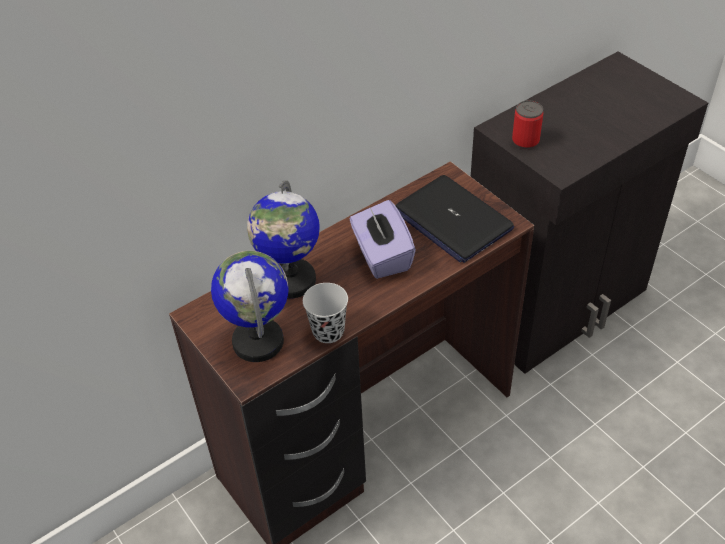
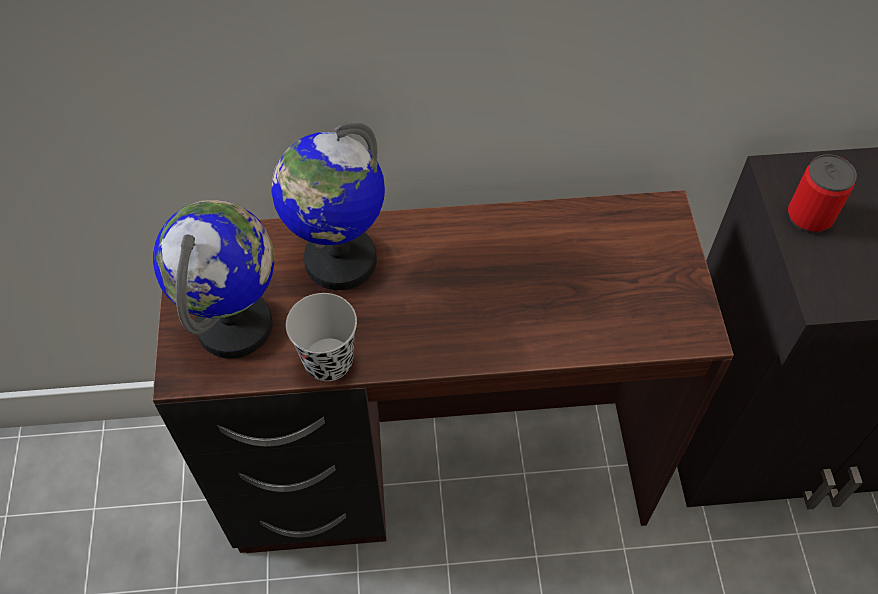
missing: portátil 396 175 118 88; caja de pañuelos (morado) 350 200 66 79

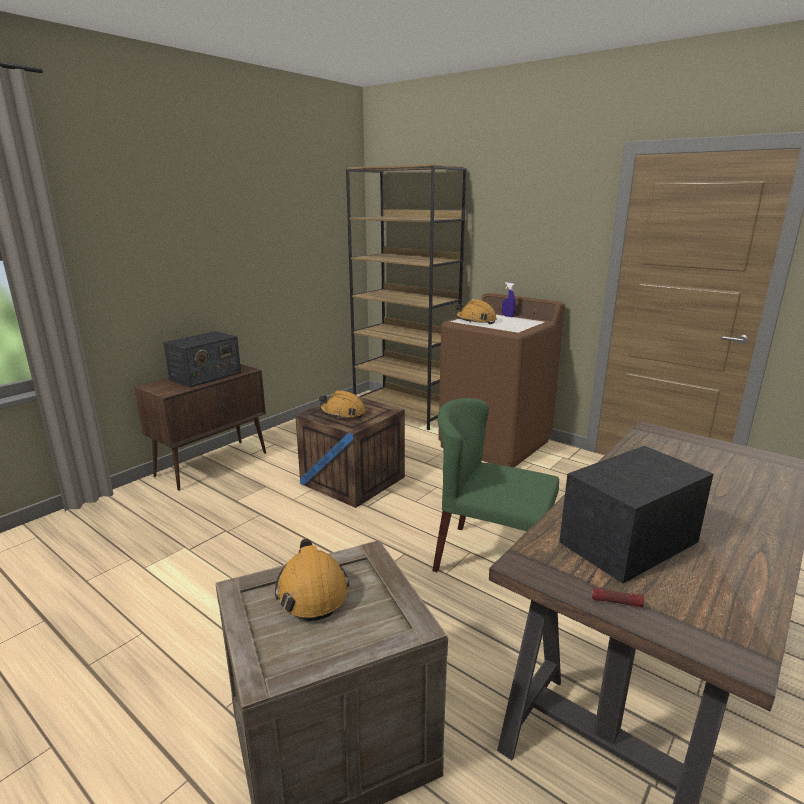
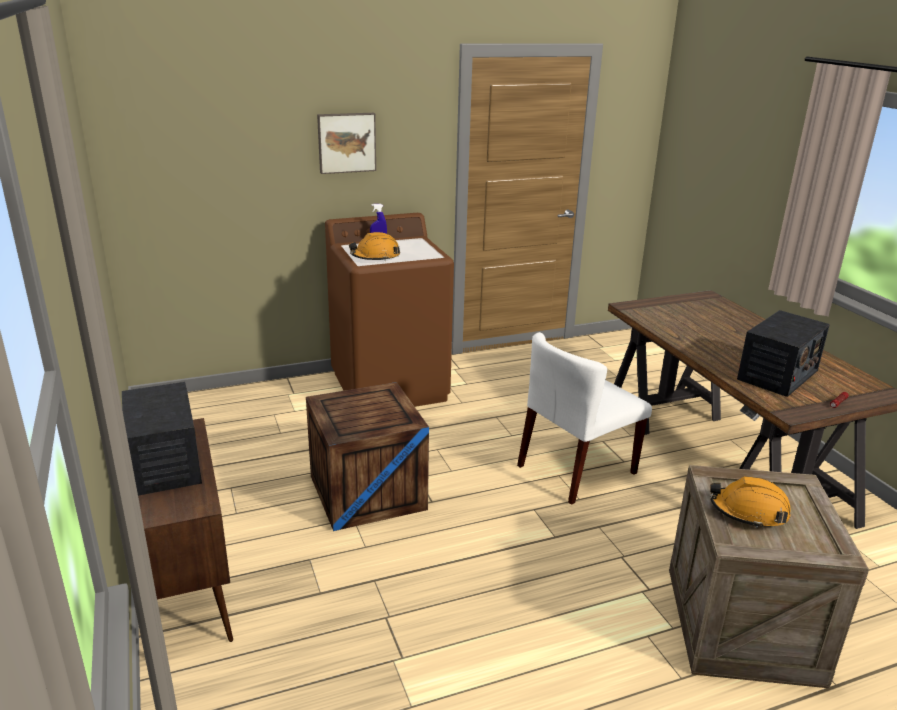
missing: estantería (marrón) 346 164 121 266; casco (naranja) 319 391 47 28
appeared: cuadro 317 113 59 61
colour: silla (verde) 432 398 127 174 to silla (blanco) 517 332 135 173
spun: radio 559 445 154 139 = 737 310 93 87 135 degrees counterclockwise

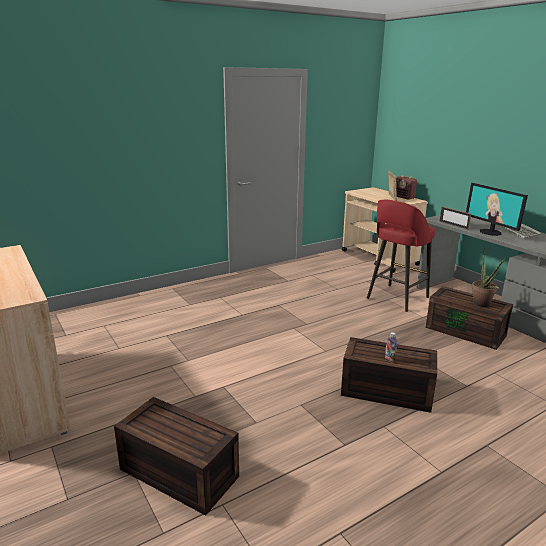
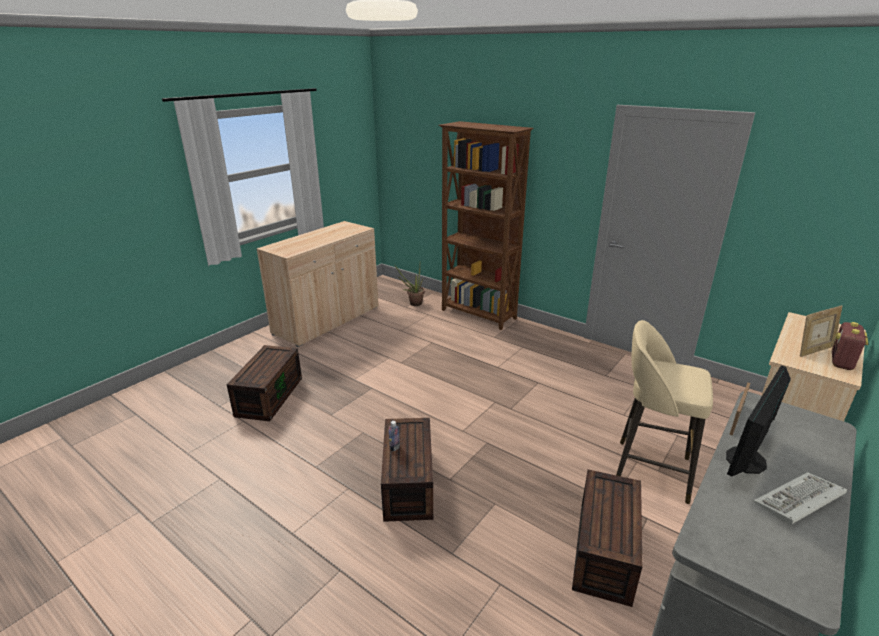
appeared: estantería (marrón) 439 121 95 209
relocated: planta en maceta 472 246 35 61 to 395 265 30 41
colour: taburete (rojo) 367 200 68 112 to taburete (beis) 616 320 97 184

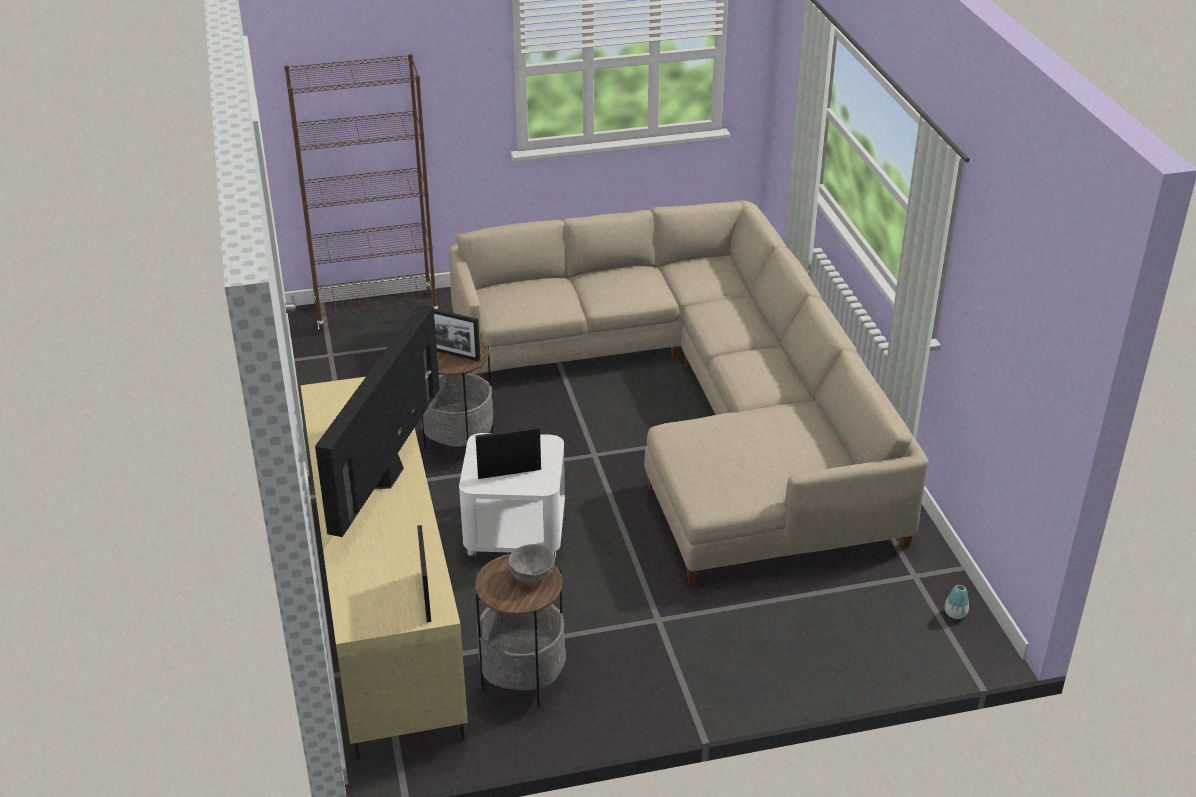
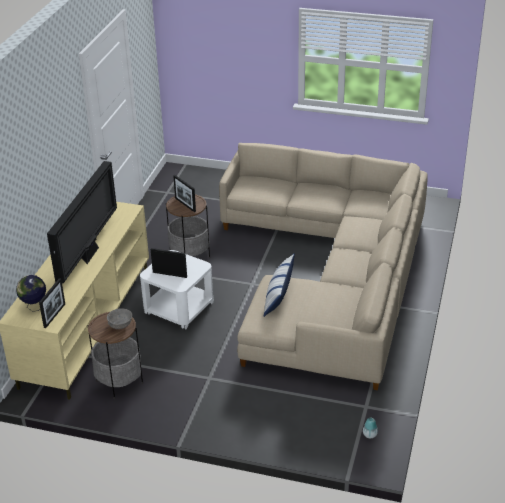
missing: estantería (marrón) 284 54 154 277
appeared: cojín 264 254 31 63; globo terráqueo 16 275 30 37
spun: televisor 315 304 125 233 = 47 161 70 123 150 degrees clockwise

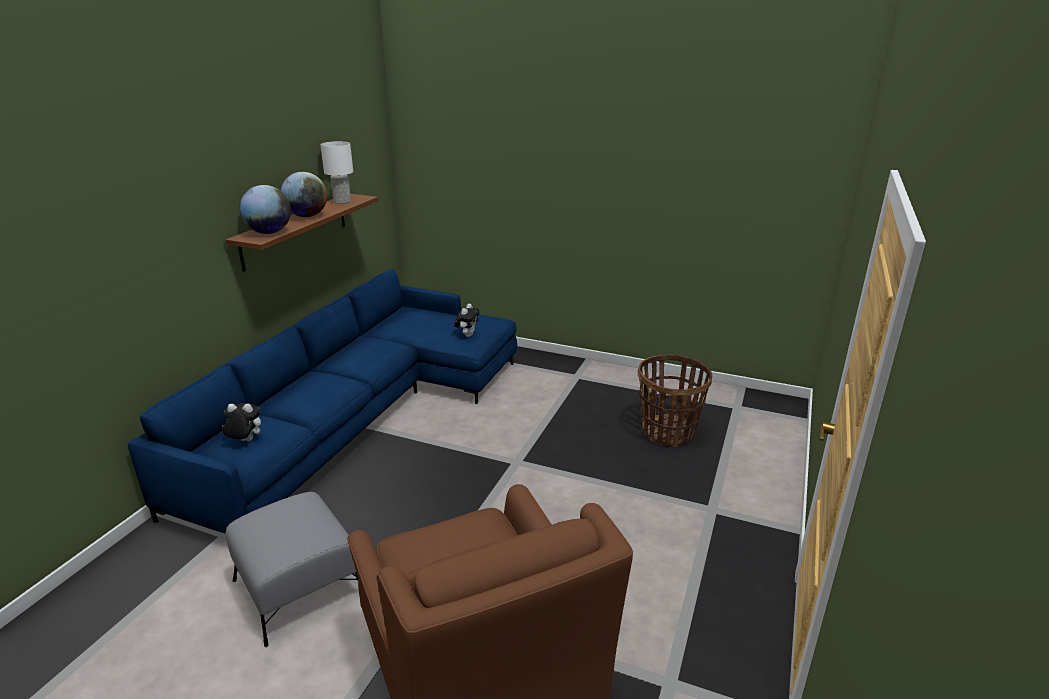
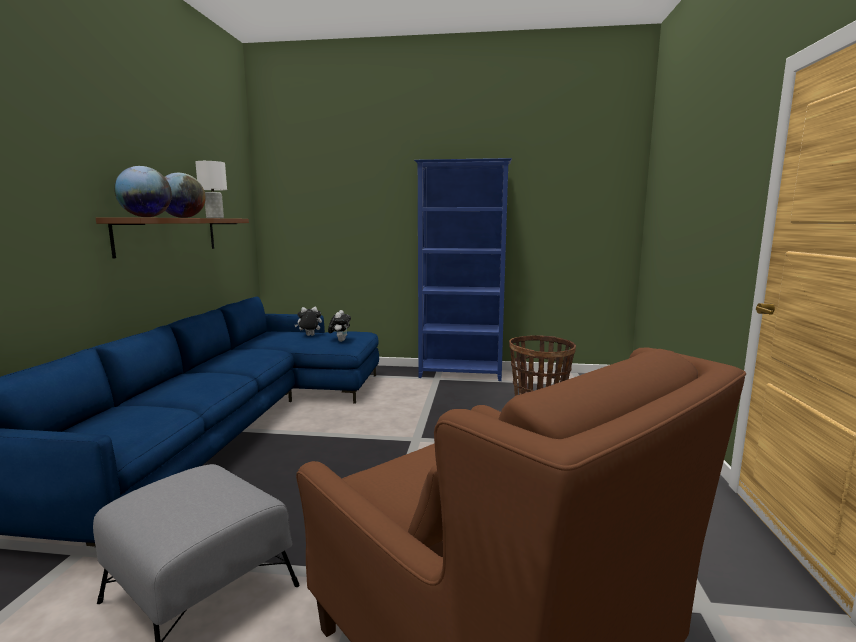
appeared: estantería (azul) 414 158 98 223
relocated: peluche 222 403 39 38 to 295 307 27 29

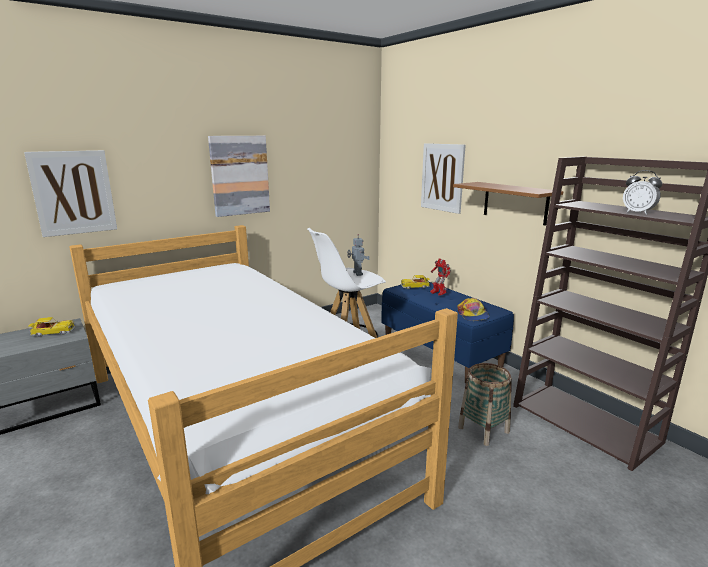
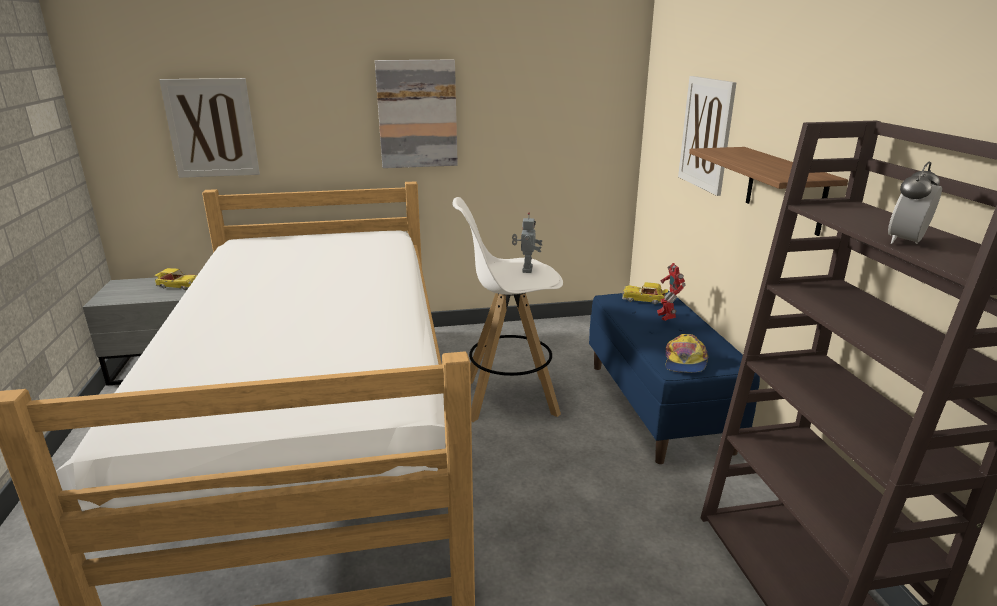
missing: cesta 458 363 54 83
spun: despertador 623 170 39 45 = 888 162 54 82 60 degrees clockwise

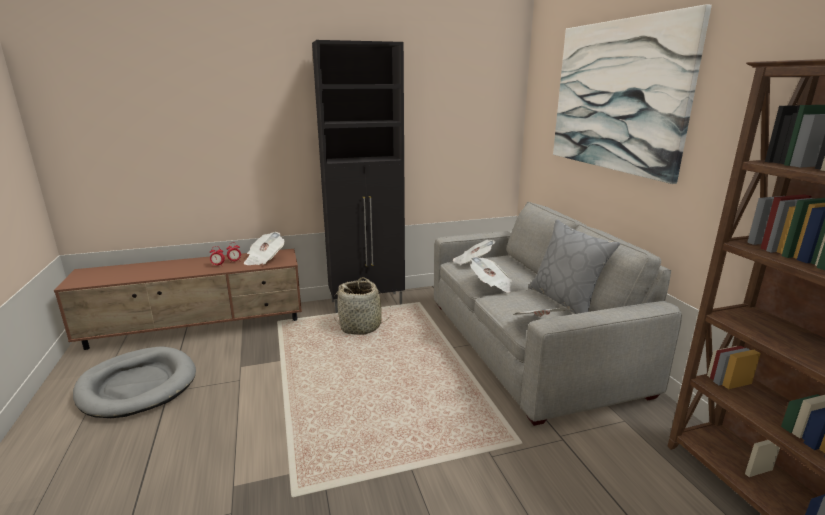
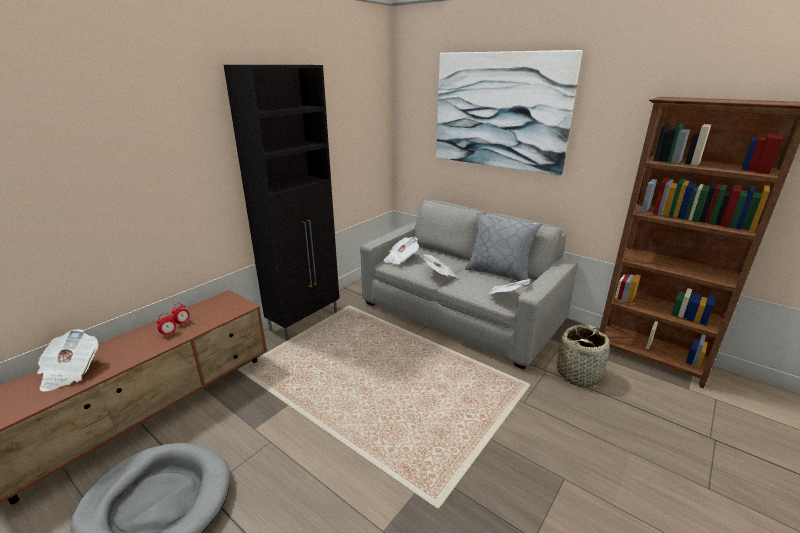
relocated: periódico 244 232 41 33 to 37 329 62 63; cesta 334 277 57 58 to 557 324 53 63

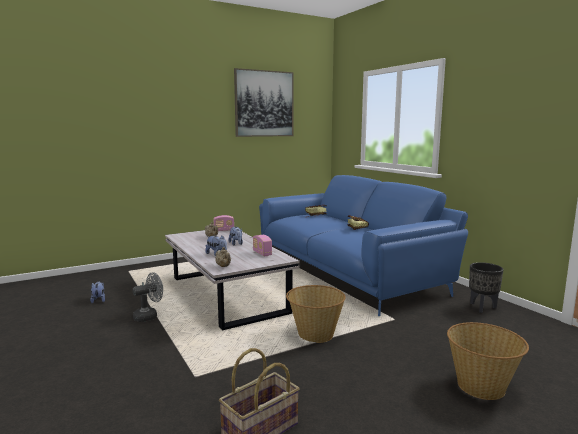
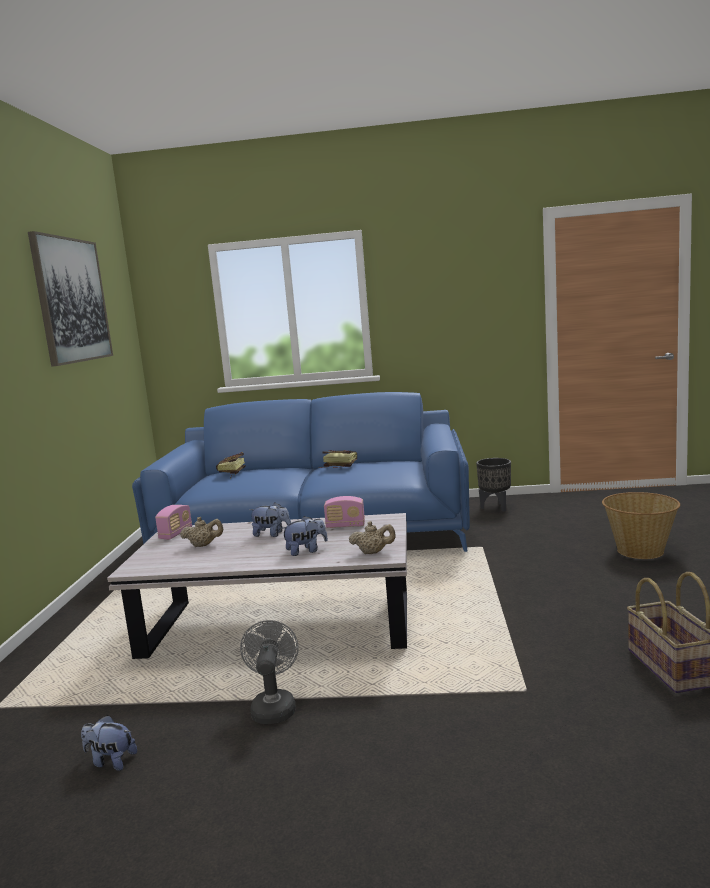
missing: cesta 286 285 60 58

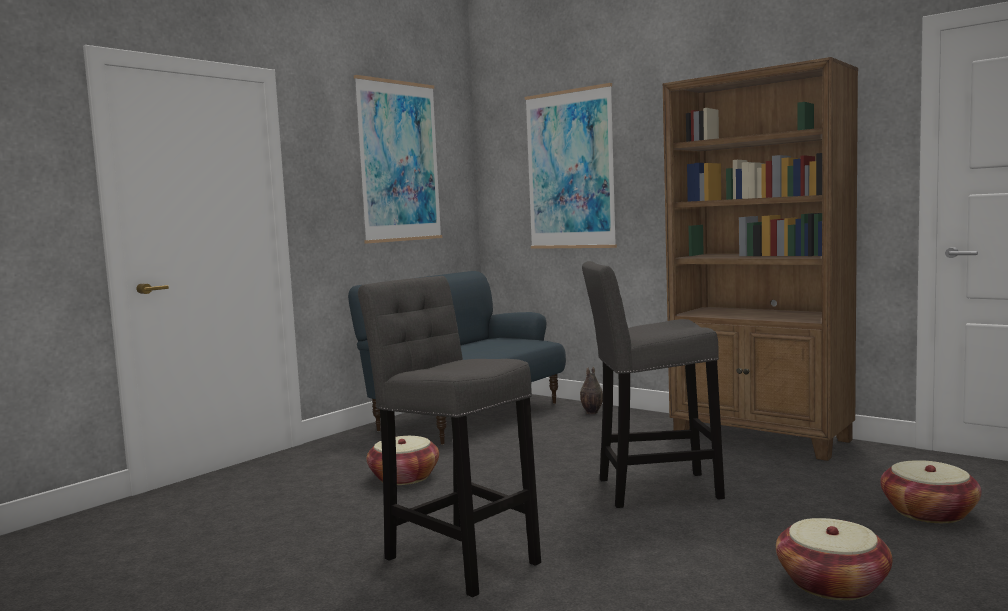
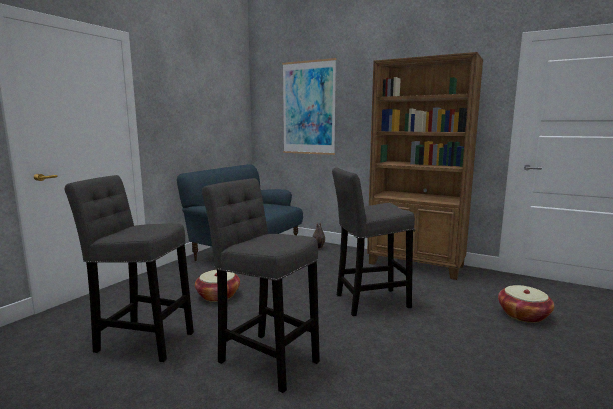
missing: cuadro 354 75 88 168; cesta 776 518 116 82
appeared: taburete (gris) 65 175 129 187

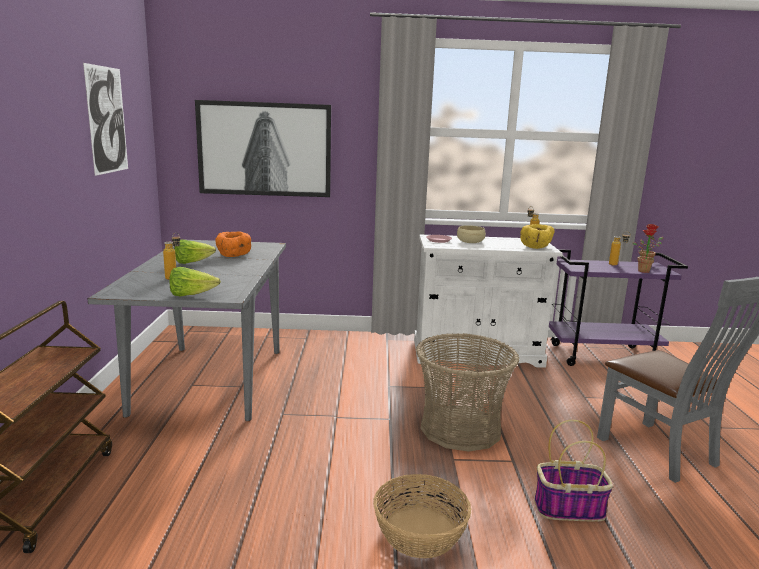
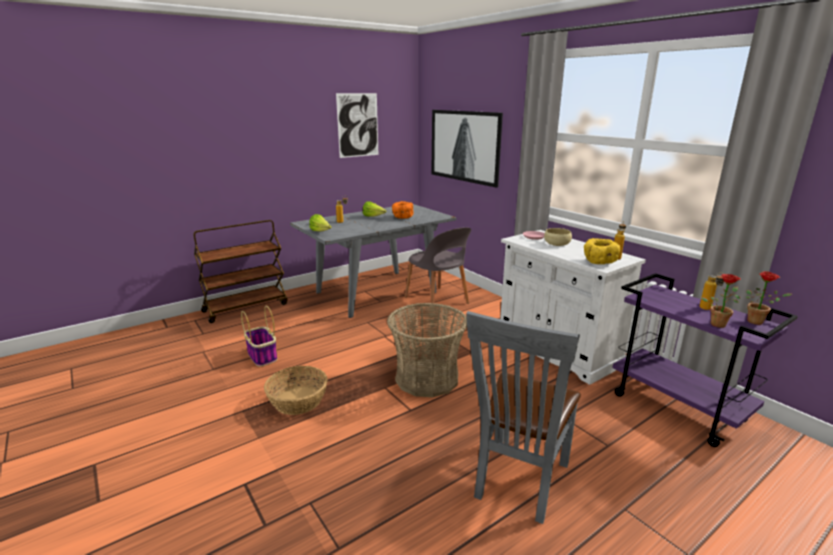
appeared: silla (gris) 405 227 66 87
relocated: cesta 534 420 79 102 to 241 305 36 62

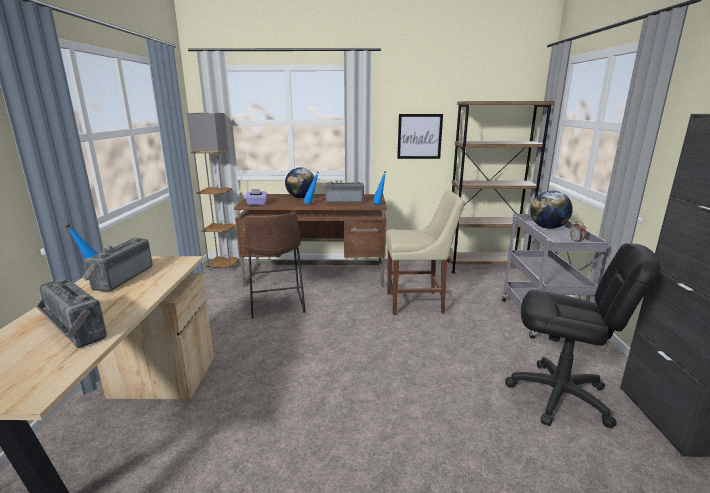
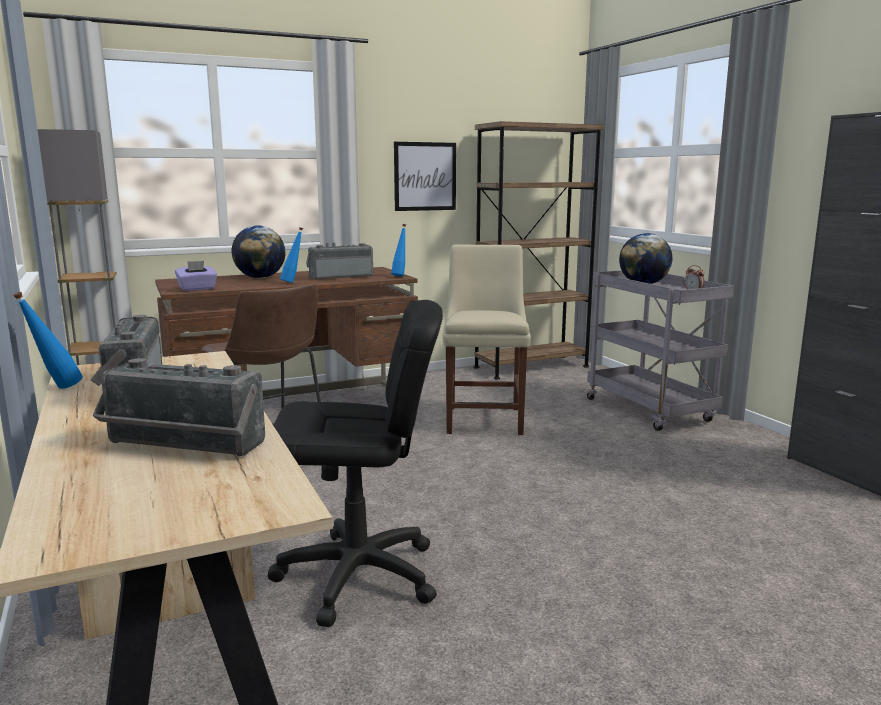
relocated: silla de oficina (negro) 505 243 156 185 to 268 300 175 327
spun: silla (beis) 386 190 79 125 = 442 245 89 190 60 degrees counterclockwise

